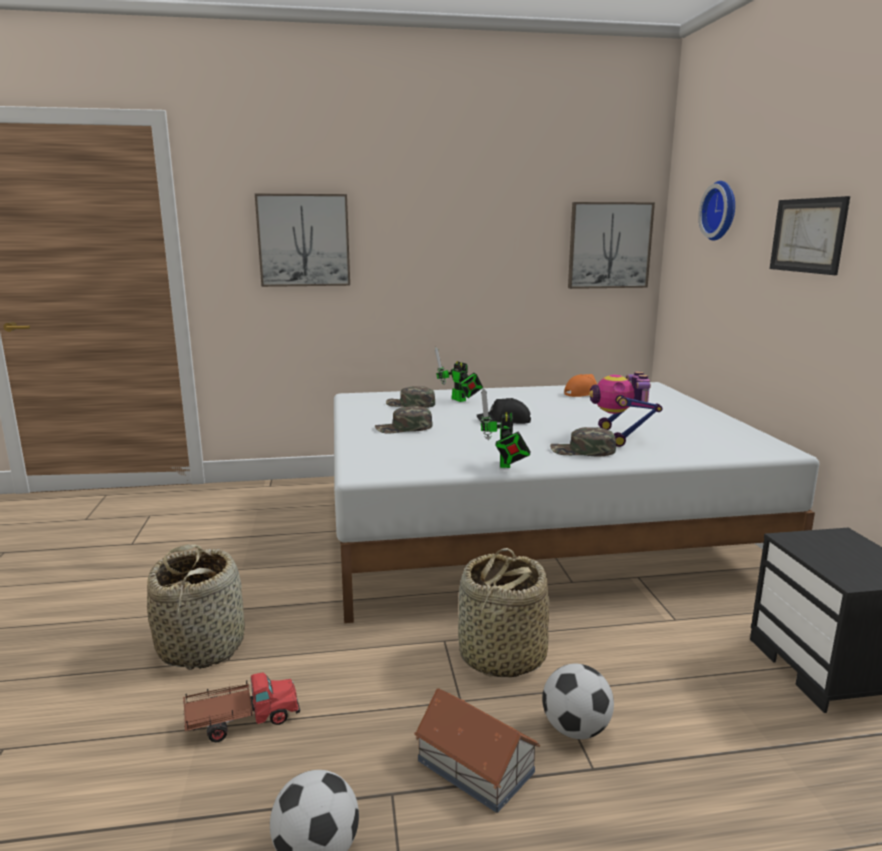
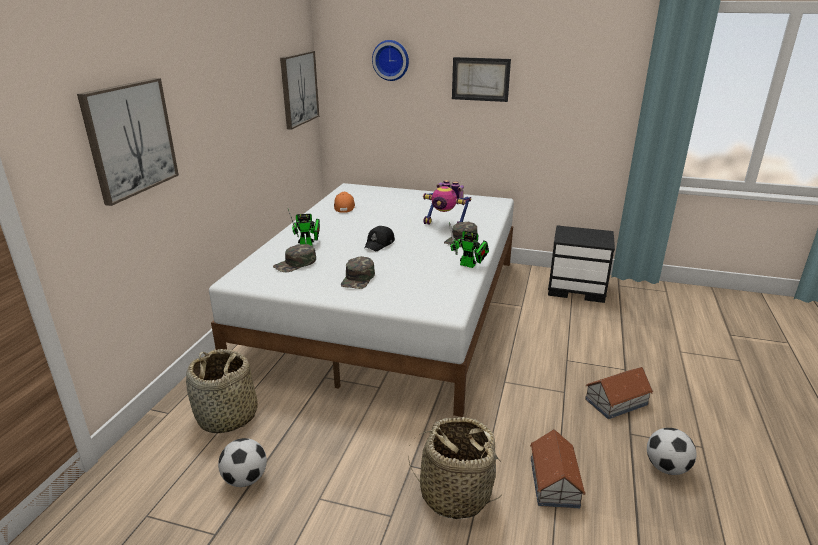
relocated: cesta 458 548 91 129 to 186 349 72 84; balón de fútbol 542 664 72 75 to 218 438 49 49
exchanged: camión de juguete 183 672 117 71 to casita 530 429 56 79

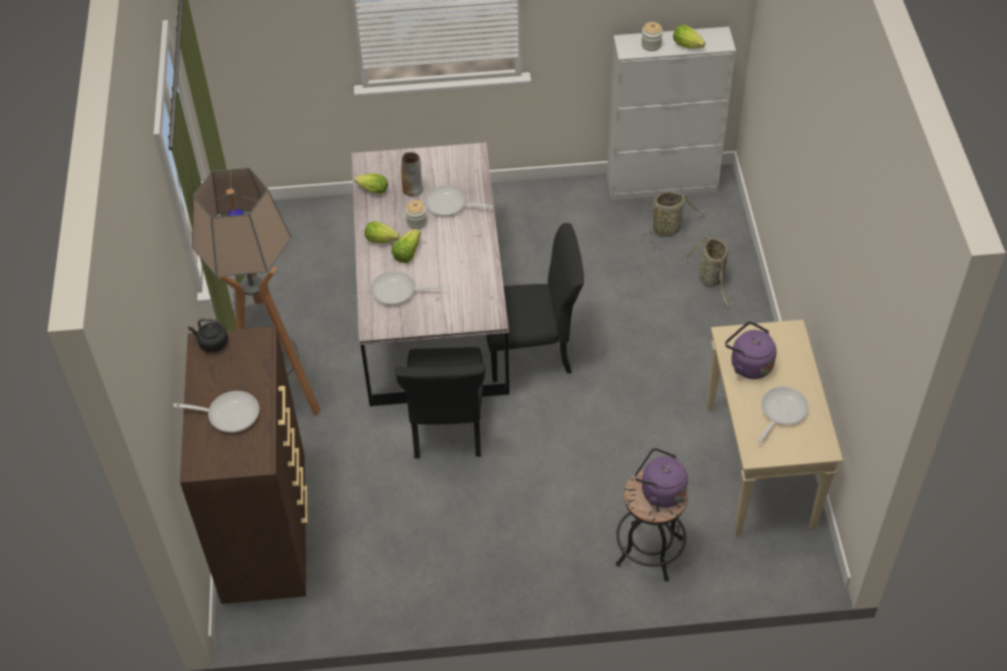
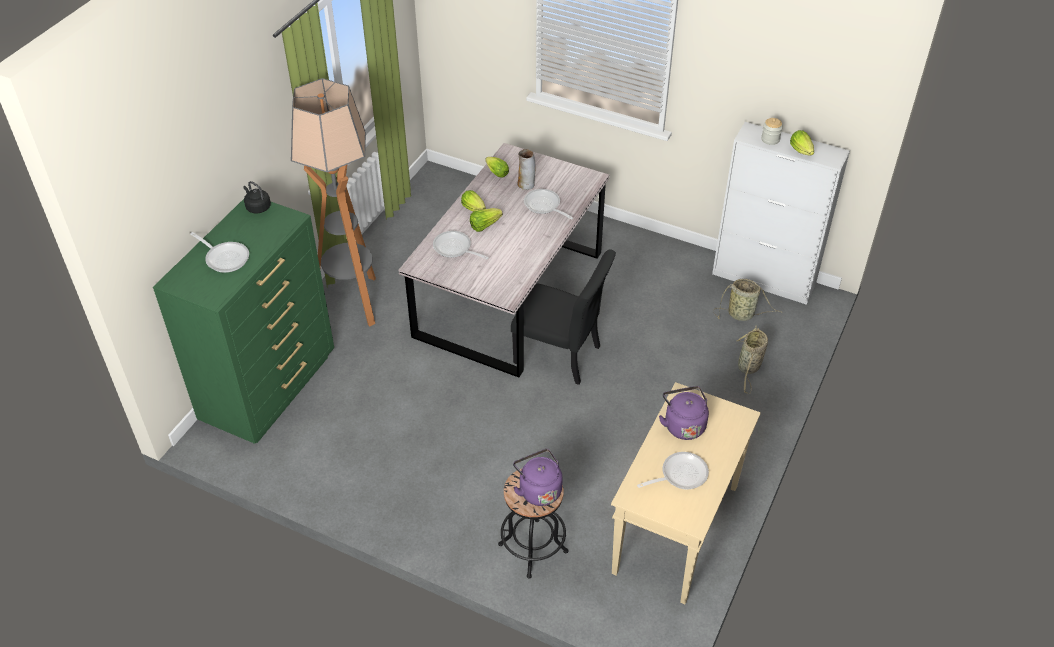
missing: tarro 405 200 22 29; silla (negro) 395 347 90 111
colour: cómoda (marrón) 180 326 128 278 to cómoda (verde) 153 199 181 245

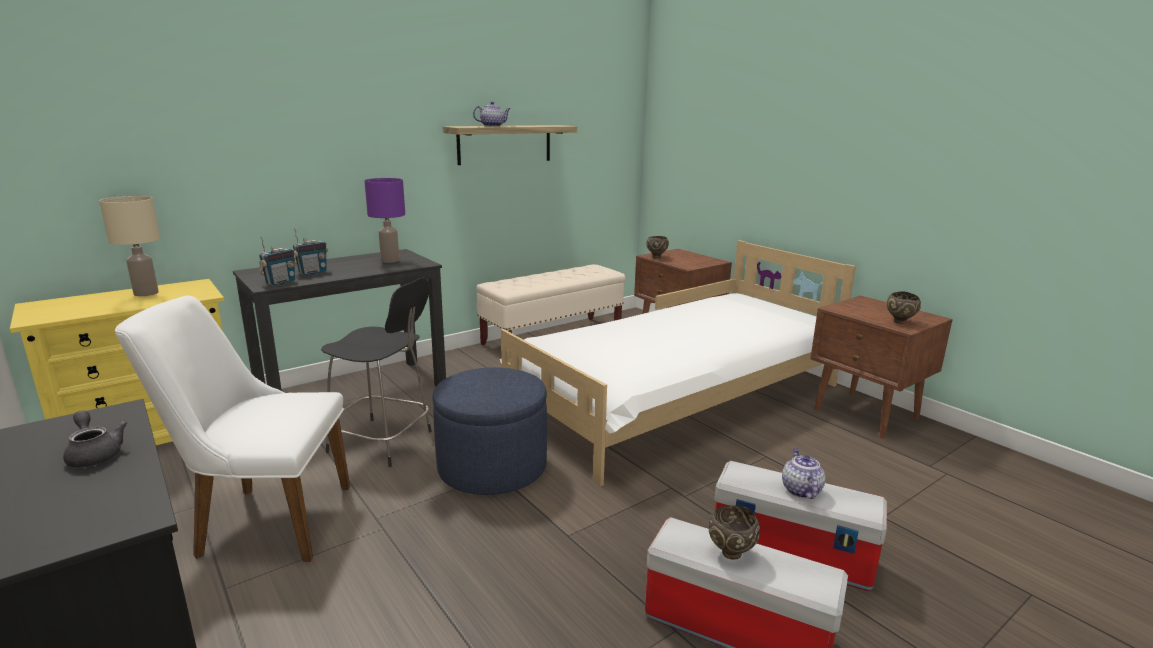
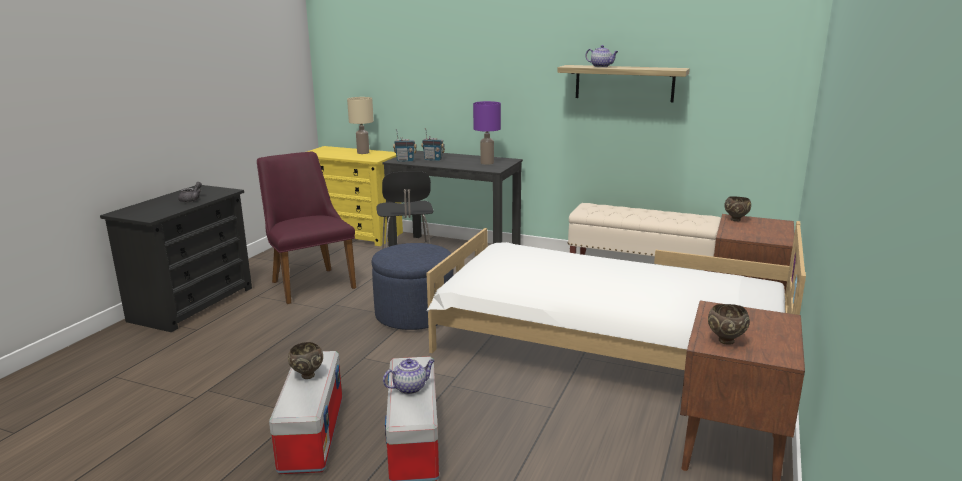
colour: silla (blanco) 115 296 235 266 to silla (morado) 257 151 99 153

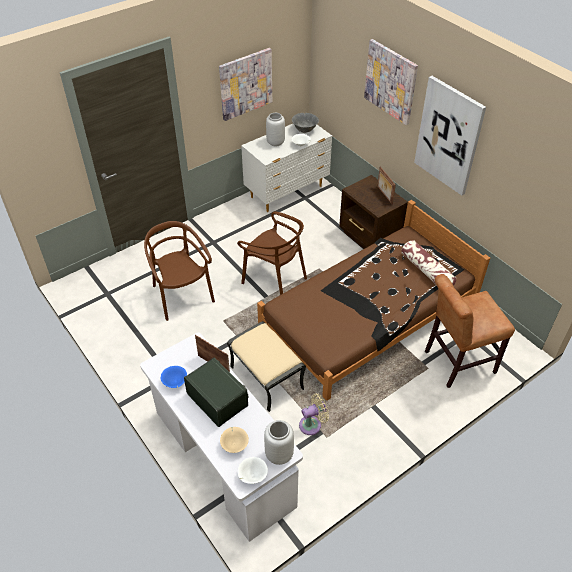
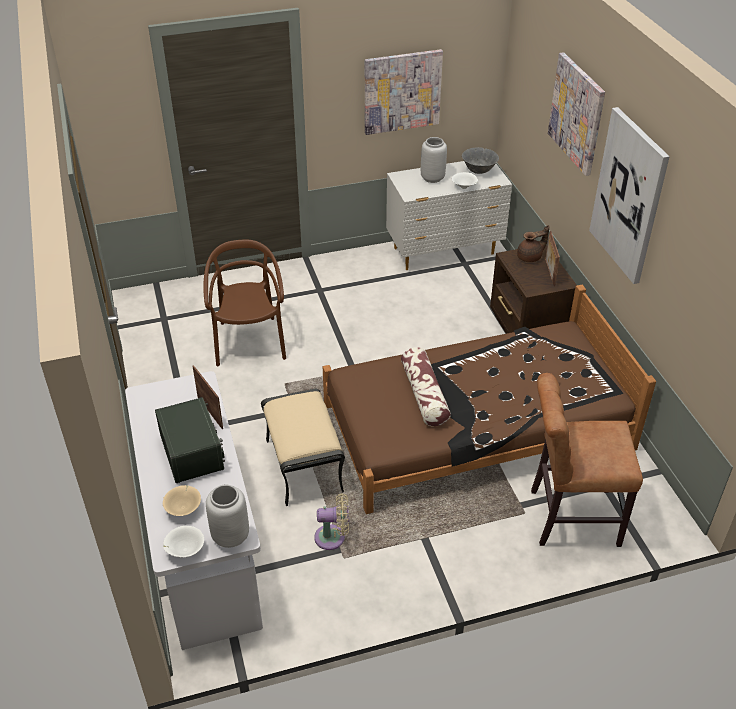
missing: silla (marrón) 237 211 70 84; cuenco (azul) 161 366 26 22
appeared: tetera (marrón) 517 225 32 37
relocated: cojín 401 240 55 46 to 401 347 50 79

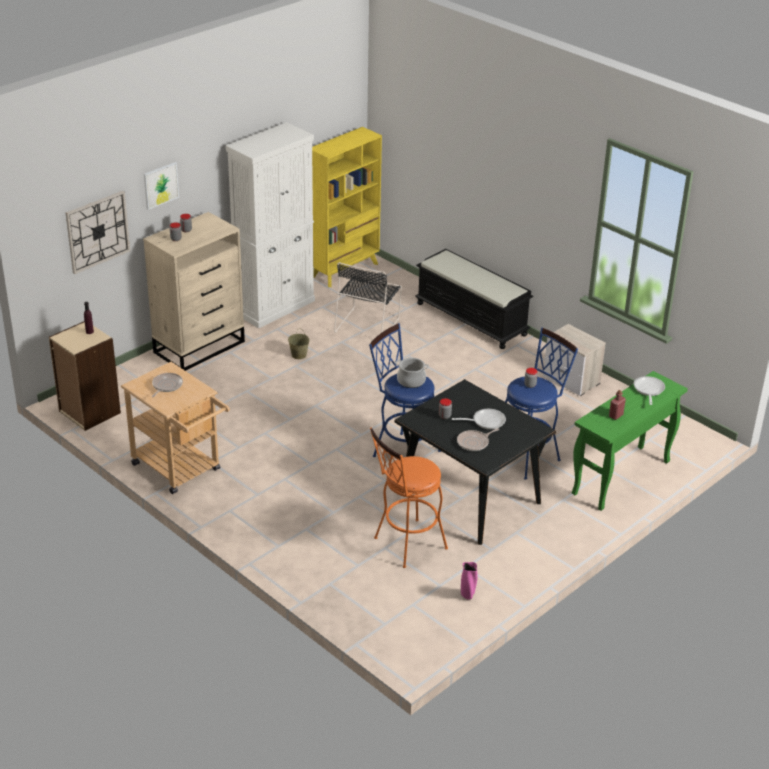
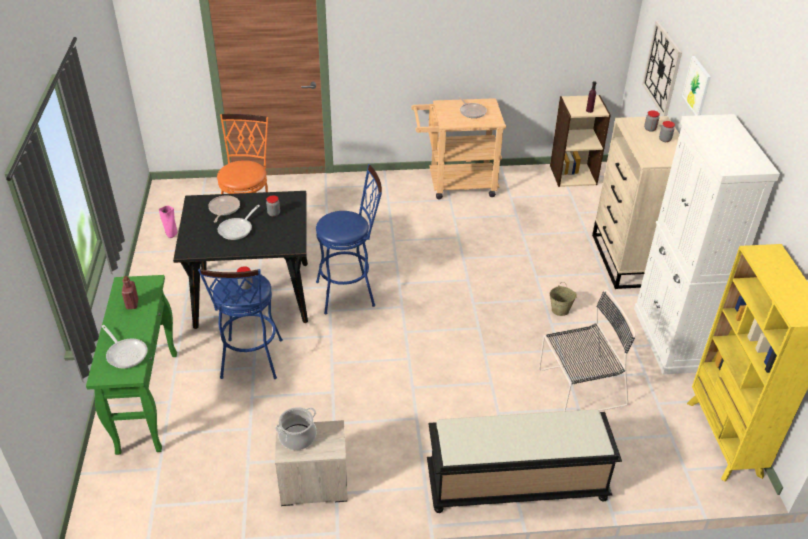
relocated: olla 395 358 34 30 to 275 407 41 43
spun: silla (negro) 334 262 68 81 = 539 290 96 121 105 degrees clockwise

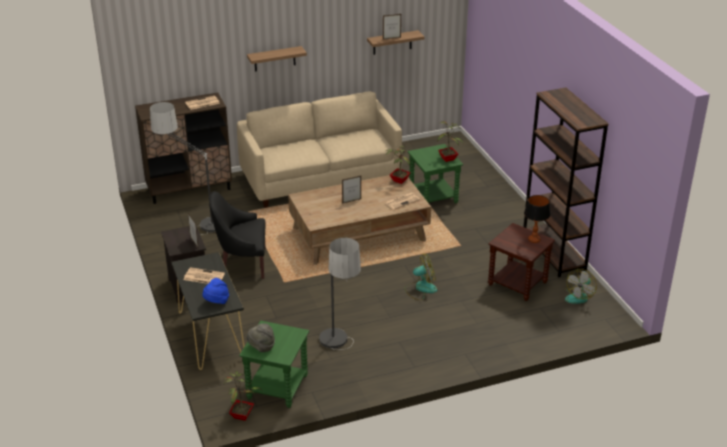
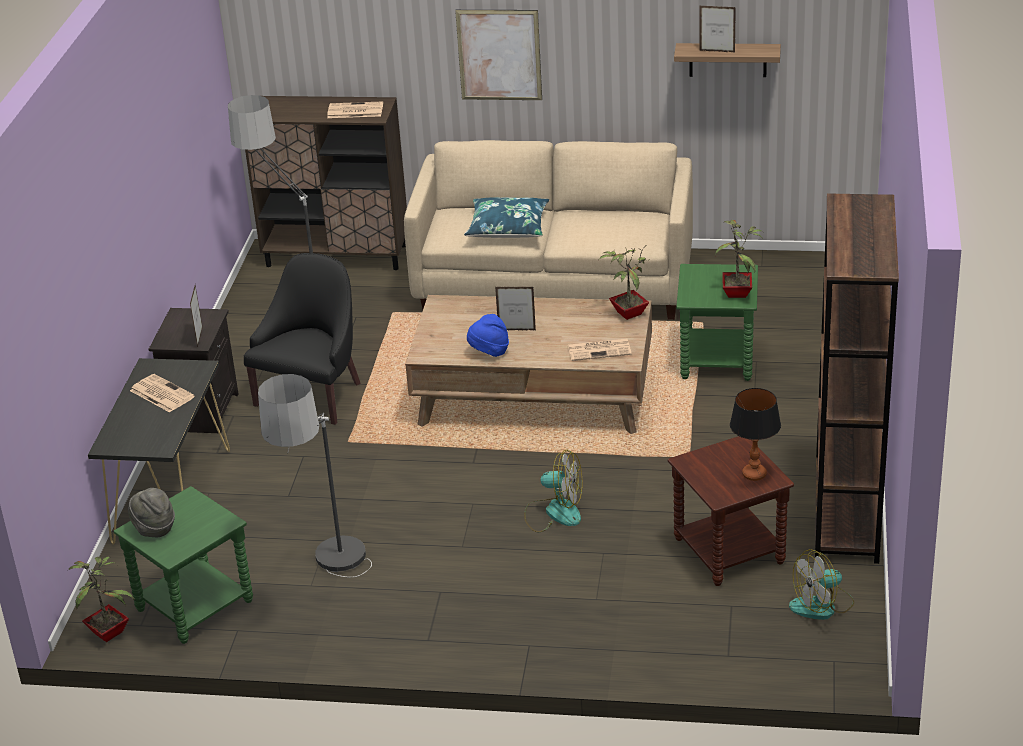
appeared: cojín (azul) 464 198 85 40
relocated: sombrero (azul) 202 278 27 26 to 467 314 42 43
exchanged: estante 247 46 60 25 to cuadro 455 10 87 90
spun: sillón (negro) 209 191 57 88 = 244 253 117 172 90 degrees clockwise

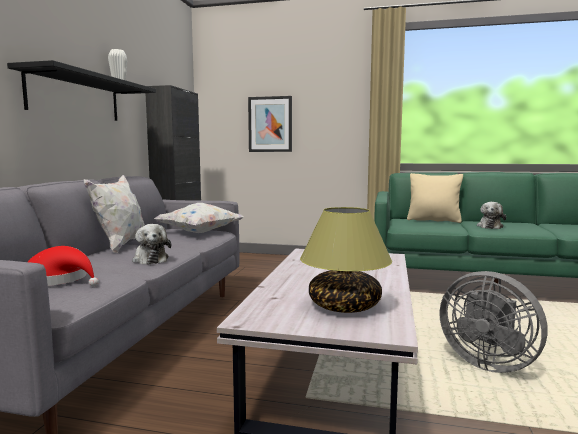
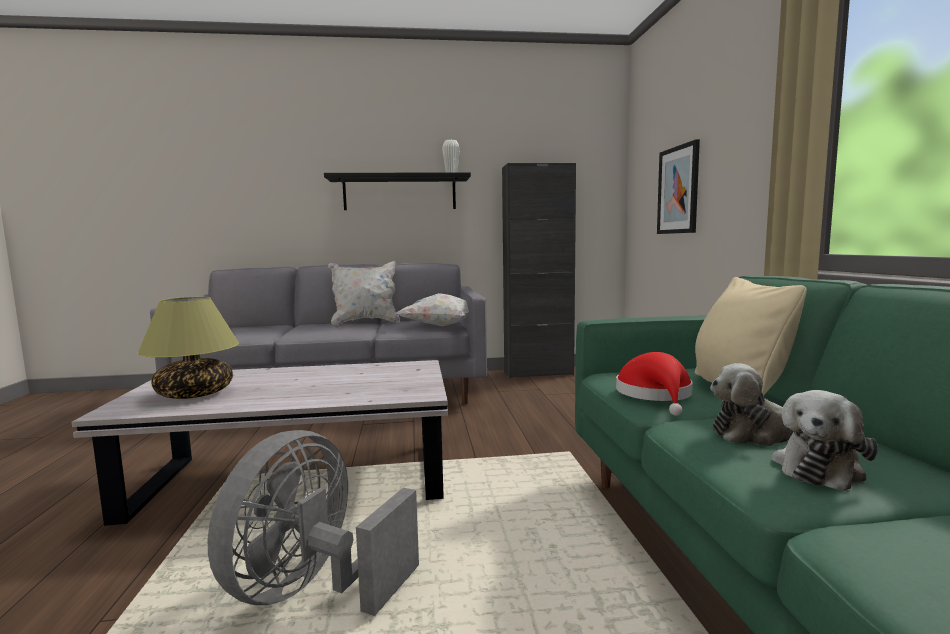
relocated: peluche 132 224 39 40 to 772 390 106 101; sombrero (rojo) 28 246 71 41 to 616 352 77 64

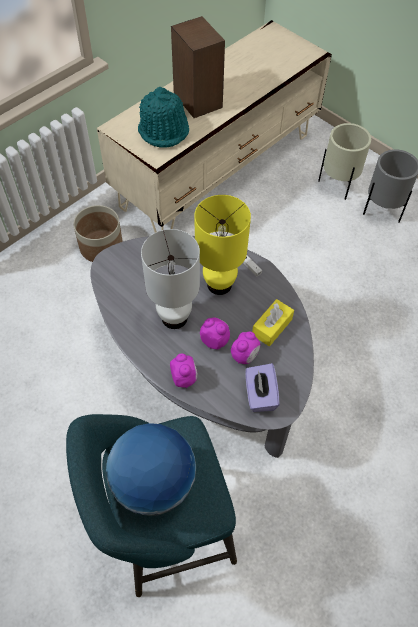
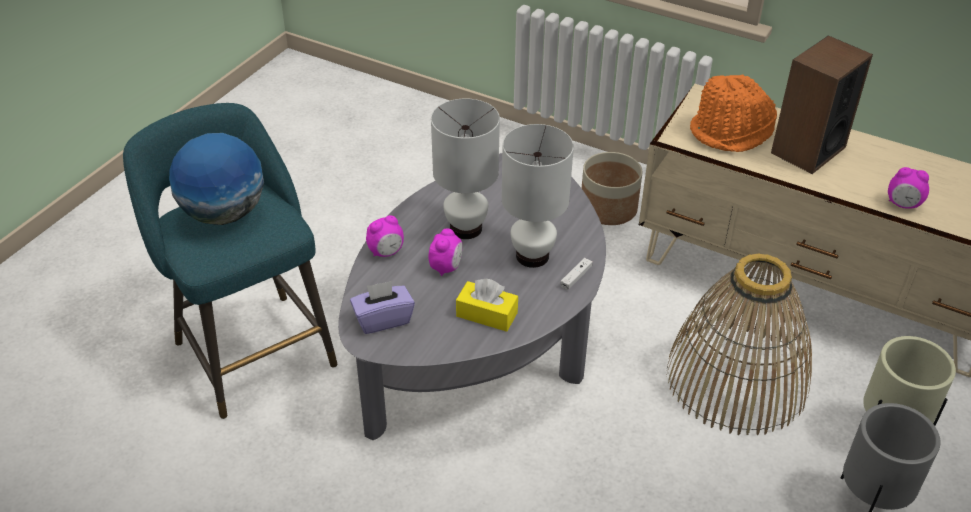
appeared: cesta 666 253 146 182
relocated: despertador 231 331 29 33 to 888 167 41 42
colour: sombrero (turquesa) 138 87 51 61 to sombrero (naranja) 690 75 87 77; lámpara de mesa (amarillo) 194 195 57 100 to lámpara de mesa (blanco) 502 124 72 144

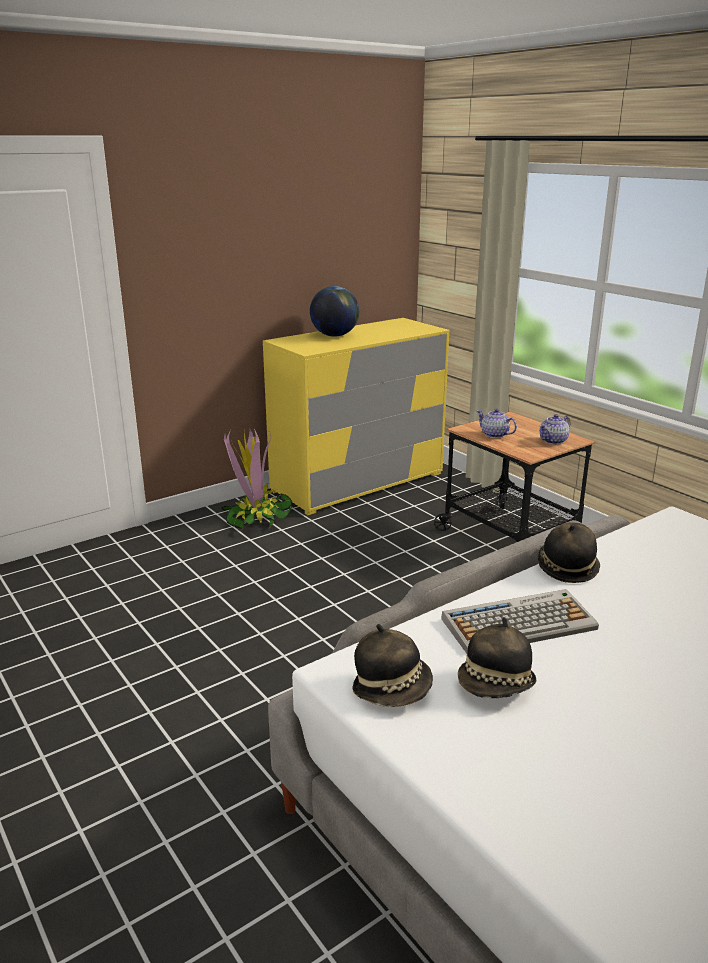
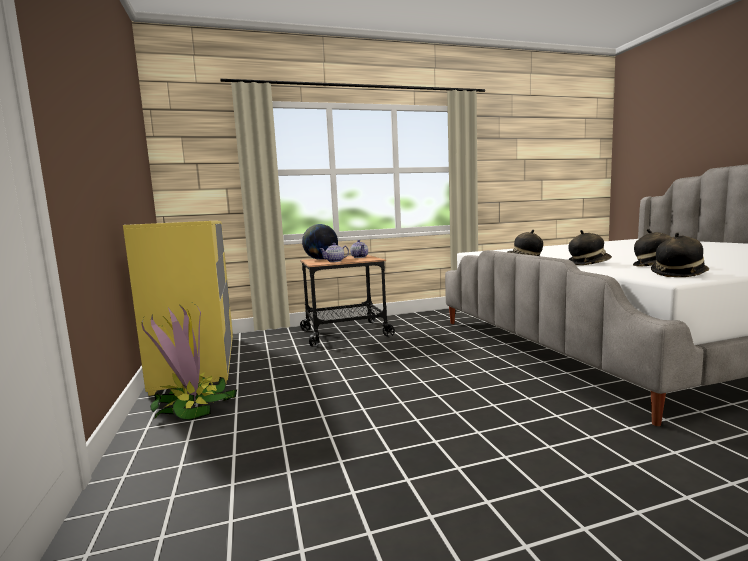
relocated: globo terráqueo 310 286 49 51 to 302 224 36 36
exchanged: teclado 441 589 158 64 to sombrero 568 230 44 35

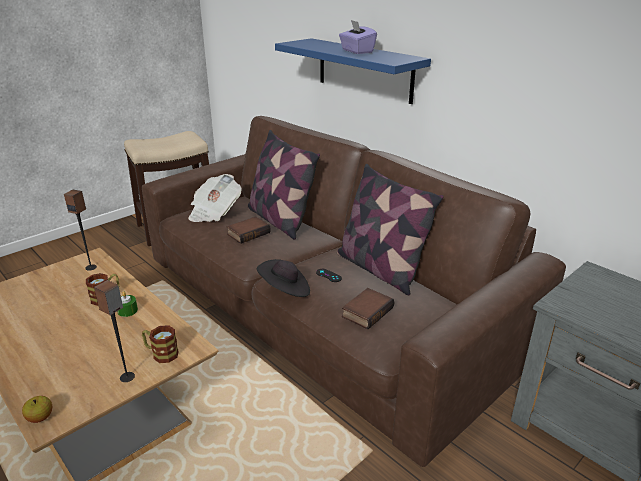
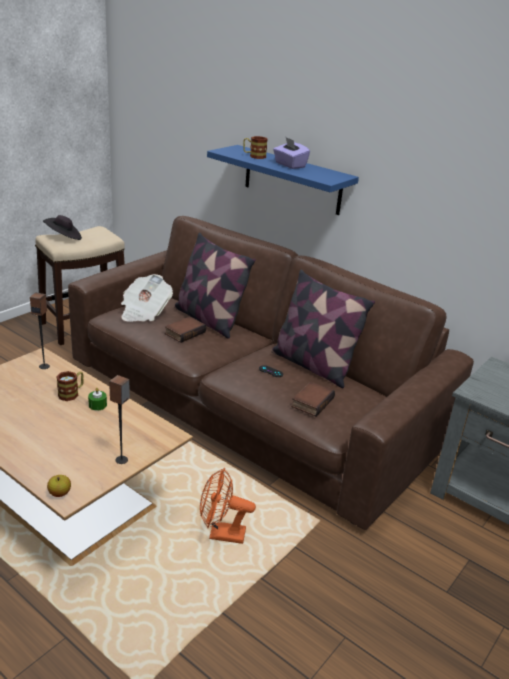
appeared: ventilador (naranja) 200 468 56 76
relocated: sombrero (negro) 257 259 53 38 to 43 215 39 25; taza grande 142 325 37 38 to 243 136 25 23

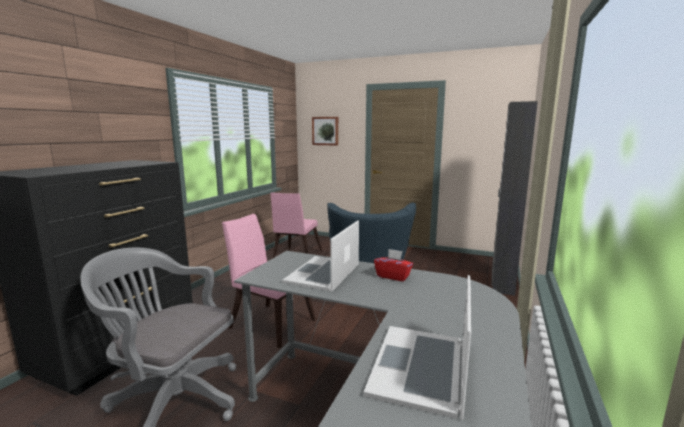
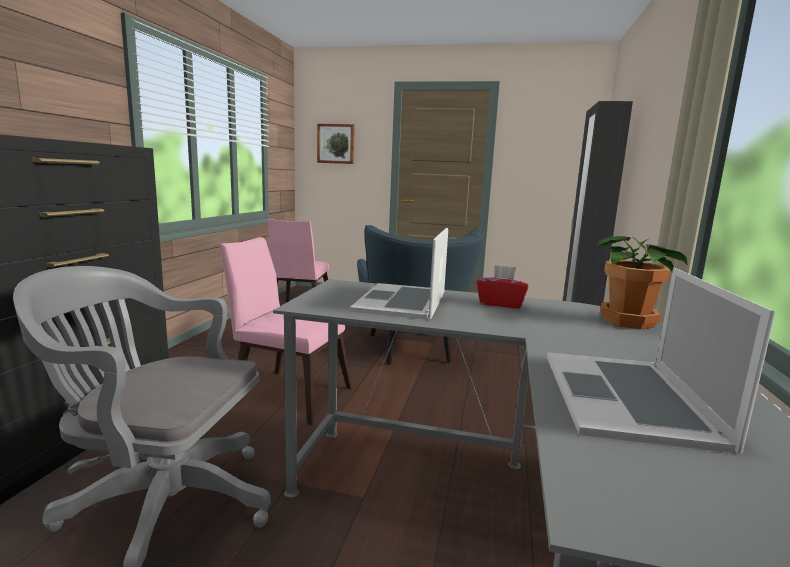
appeared: planta en maceta 597 236 91 93

